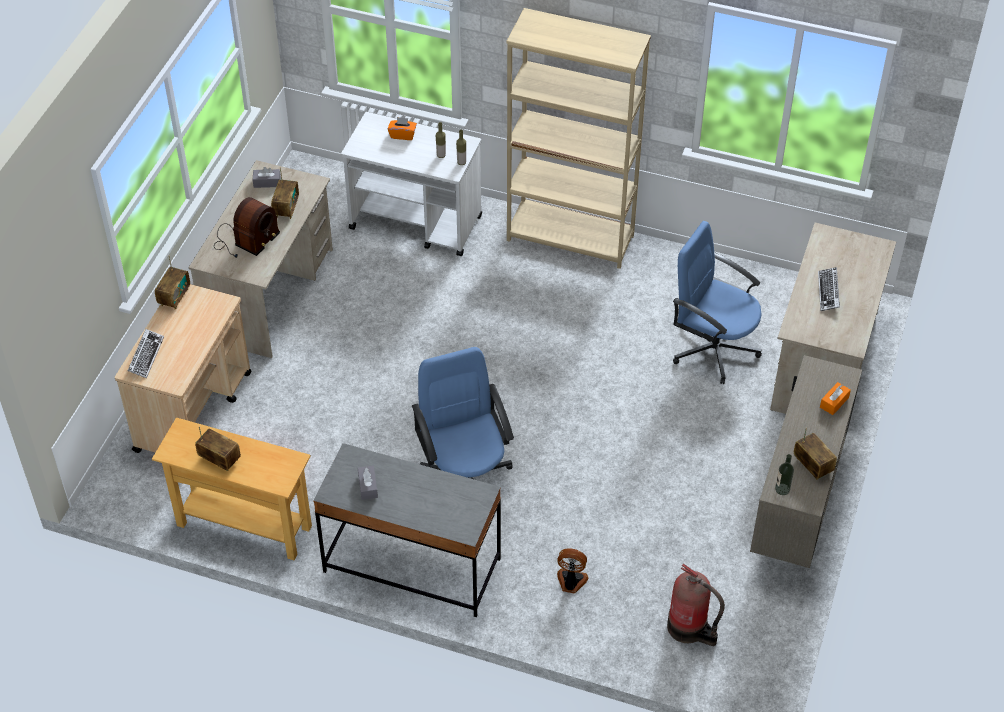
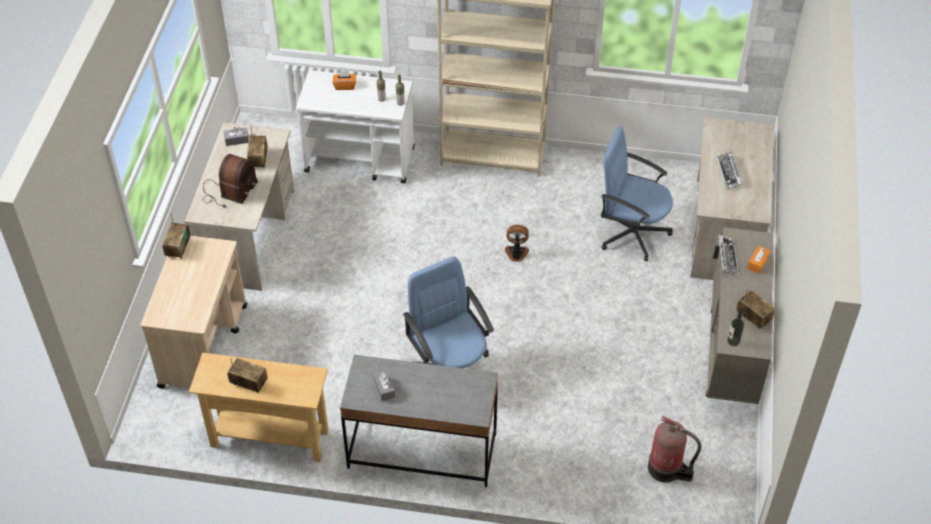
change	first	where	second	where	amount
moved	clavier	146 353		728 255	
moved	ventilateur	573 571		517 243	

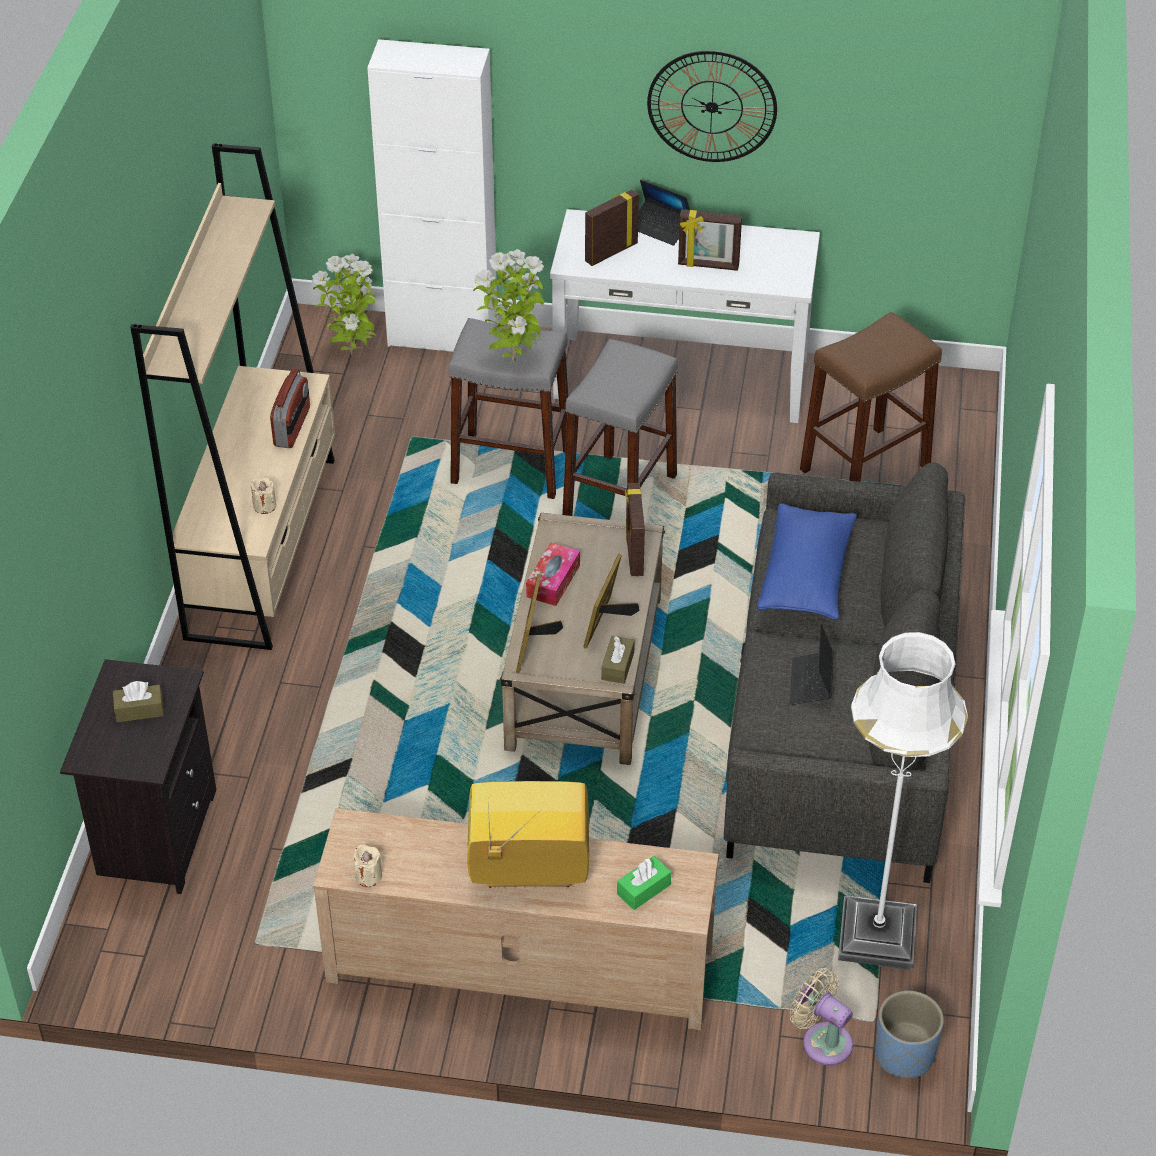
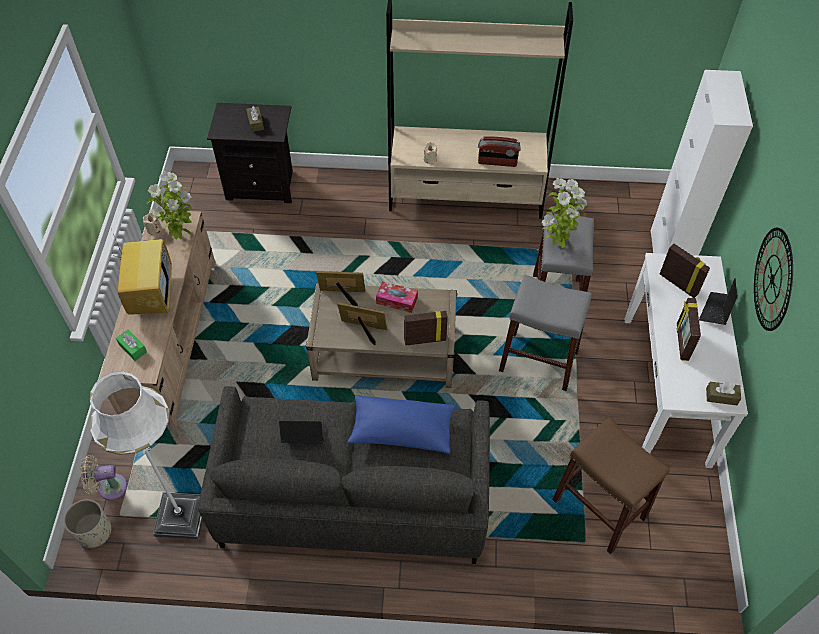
change	first	where	second	where	amount
moved	plante en pot	344 304		169 205	
moved	boîte à mouchoirs (marron)	618 660		723 393	
recoloured	cache-pot (bleu)	910 1034	cache-pot (beige)	87 523	
turned	ventilateur (beige)	821 1017		104 478	135 degrees counterclockwise

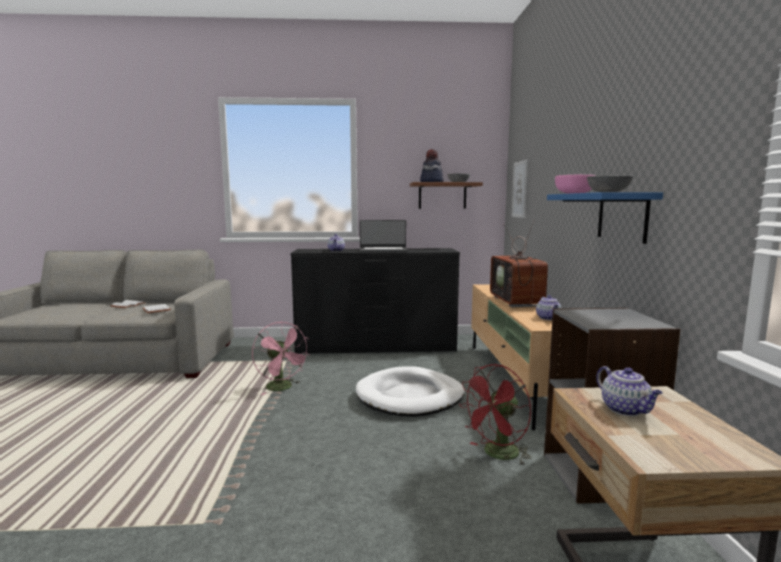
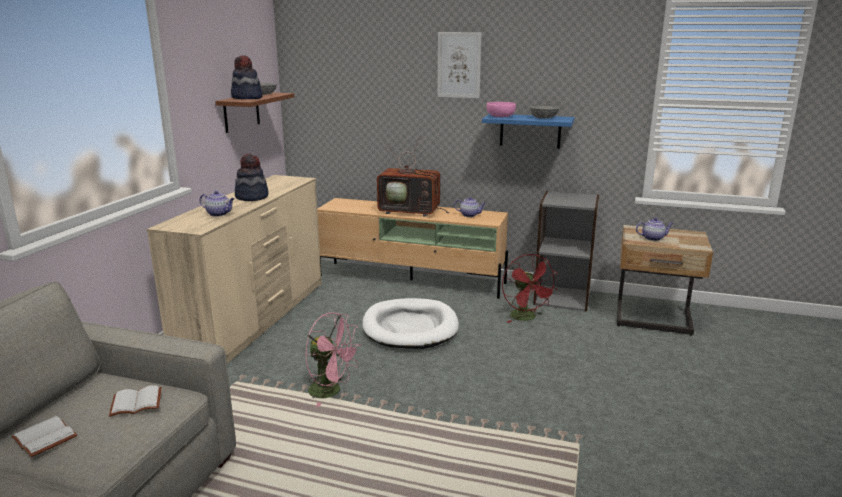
change	first	where	second	where	amount
moved	tableau	520 189		459 65	
replaced	ordinateur portable	384 236	chapeau	252 177	
recoloured	commode (noir)	375 301	commode (beige)	234 269	
turned	ventilateur (rose)	281 358		333 359	45 degrees clockwise

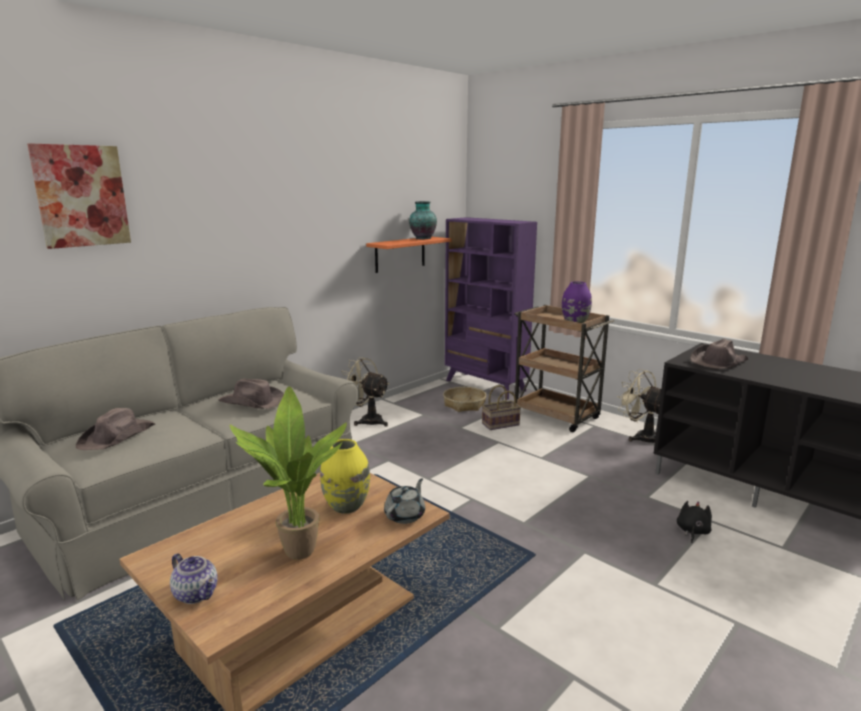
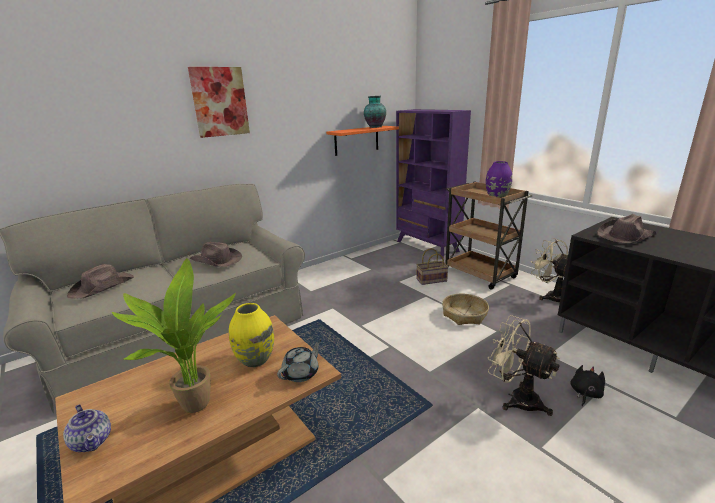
change	first	where	second	where	amount
moved	tableau	79 196		219 102	
moved	ventilateur (beige)	365 392		523 365	
moved	panier	464 399		465 309	

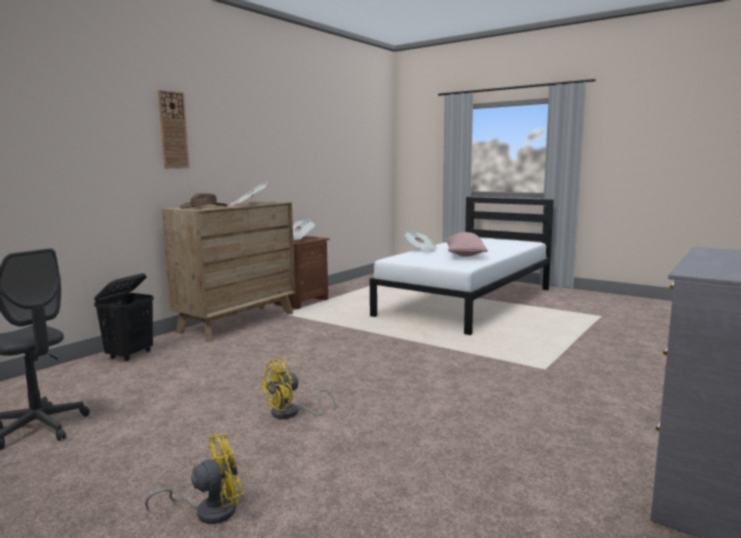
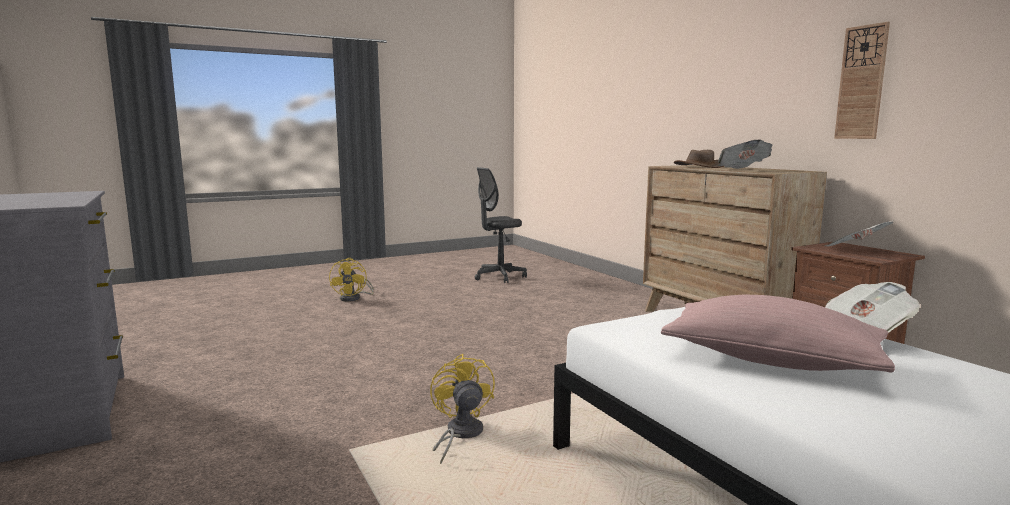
change	first	where	second	where	amount
removed	panier à linge (noir)	124 317			
moved	horloge murale	174 129		862 80	
moved	ventilateur (jaune)	297 388		462 408	

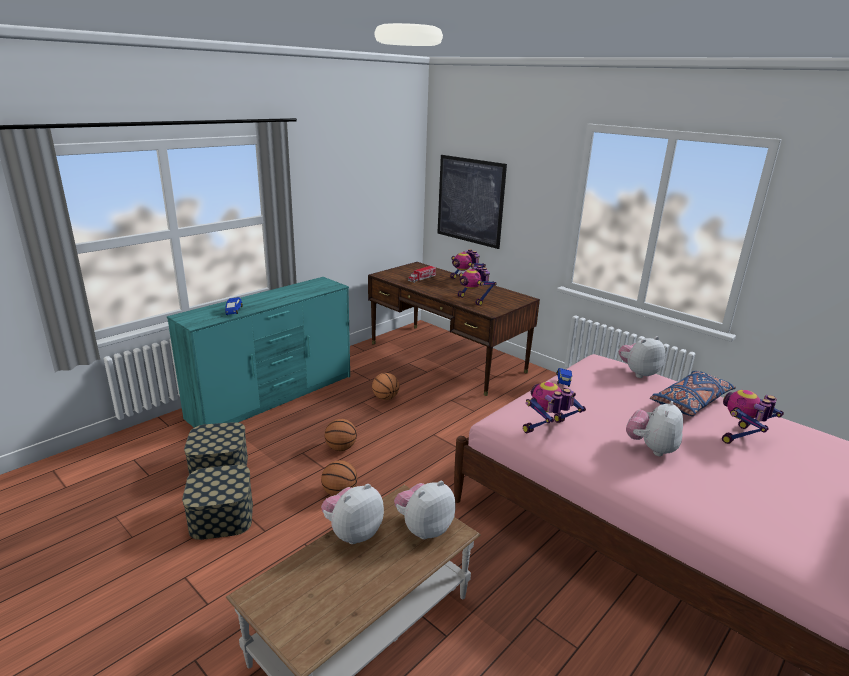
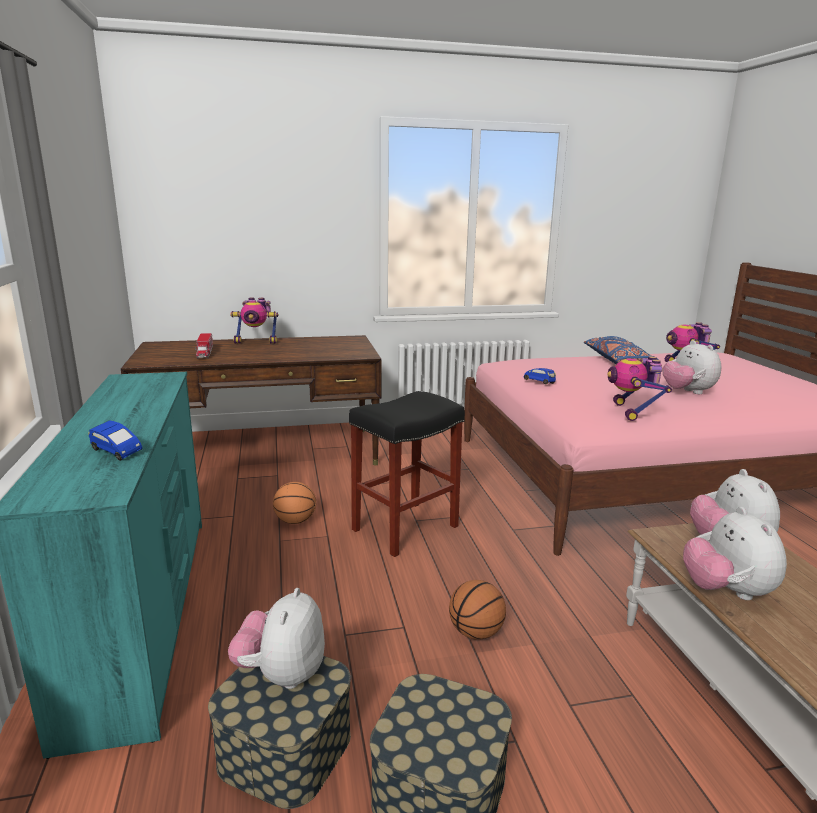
change	first	where	second	where	amount
removed	ballon de basket	341 435			
removed	tableau	472 202			
removed	robot jouet	477 286			
added			tabouret (noir)	407 474	
moved	peluche	642 357		276 638	

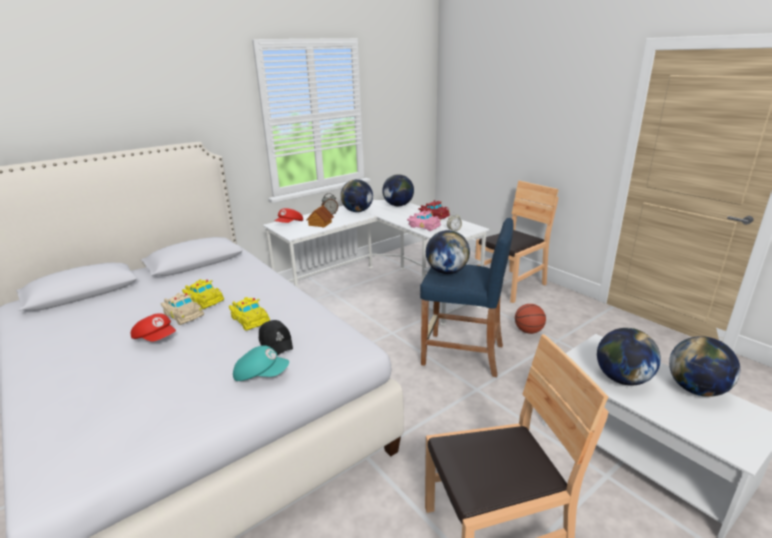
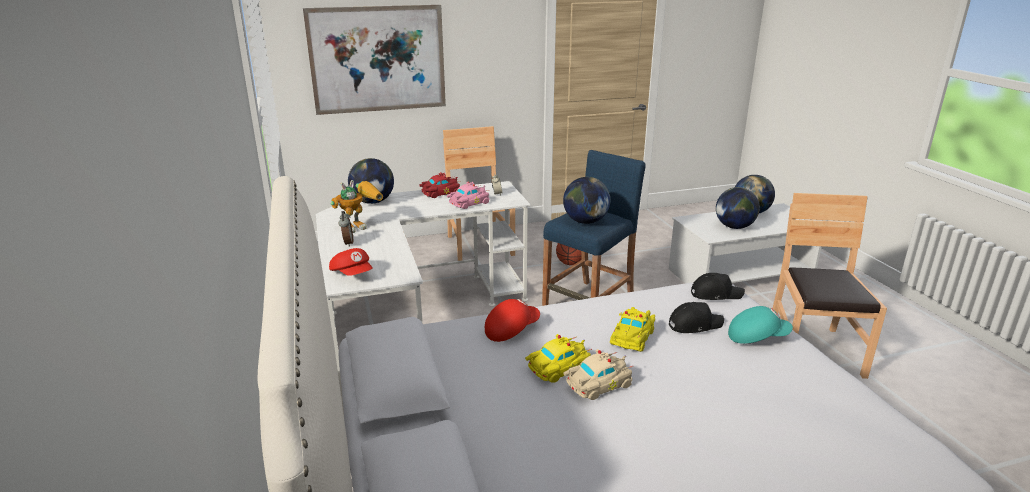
change	first	where	second	where	amount
removed	maison miniature	320 216			
added			tableau	374 60	
added			casquette (noir)	718 286	
moved	casquette (rouge)	153 327		512 320	
replaced	globe	356 195	robot jouet	357 206	
turned	petite voiture (jaune)	249 314		632 329	135 degrees clockwise
turned	casquette (turquoise)	261 363		760 325	60 degrees clockwise

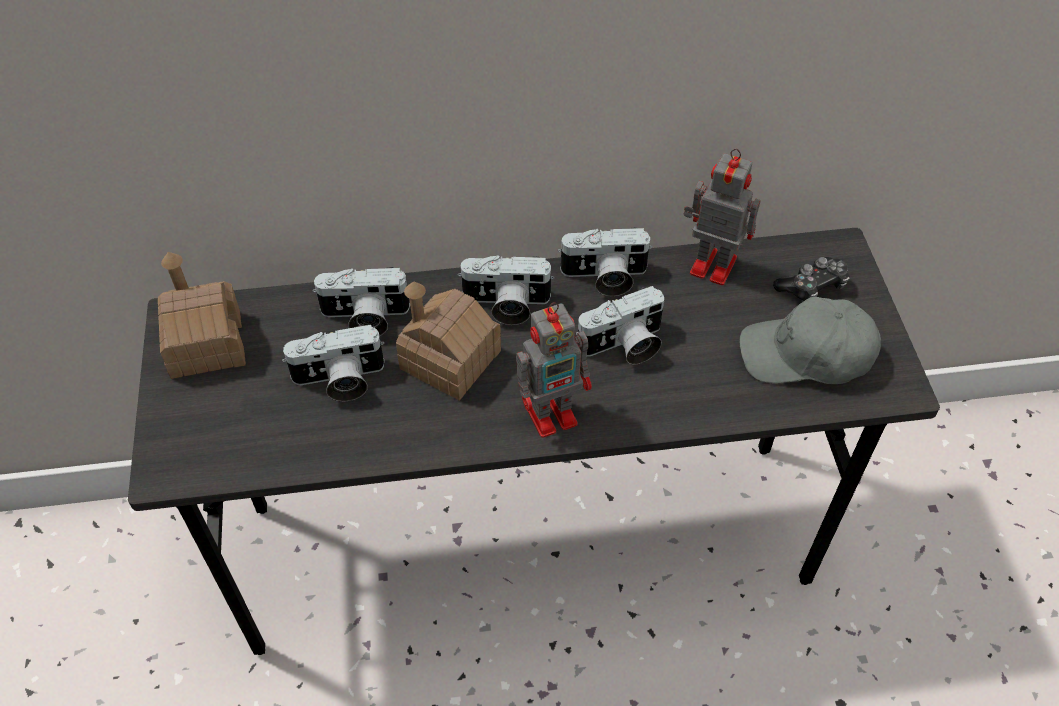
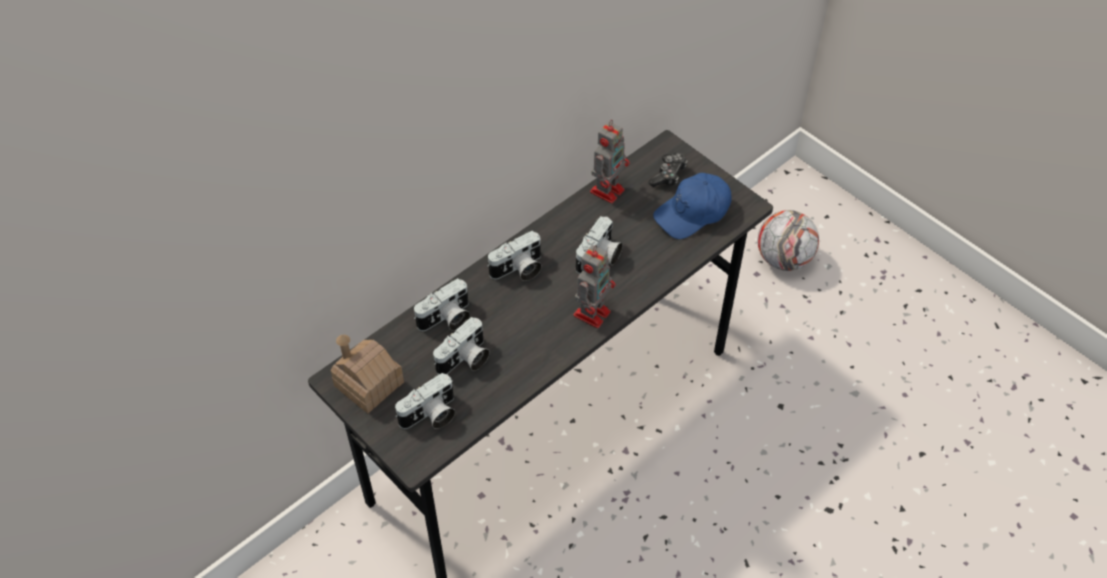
change	first	where	second	where	amount
removed	maison miniature	448 341			
added			ballon de foot	788 240	
moved	appareil photo	605 261		425 401	
recoloured	casquette (gris)	810 340	casquette (bleu)	692 206	
turned	robot jouet	722 217		610 162	135 degrees clockwise

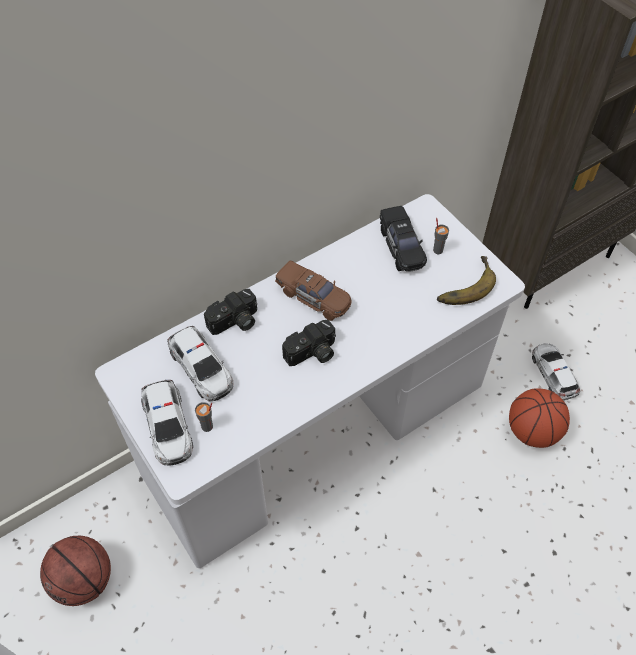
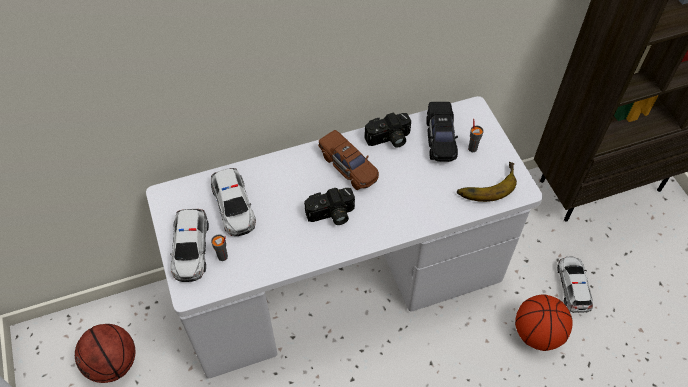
change	first	where	second	where	amount
moved	appareil photo	230 312		387 130	

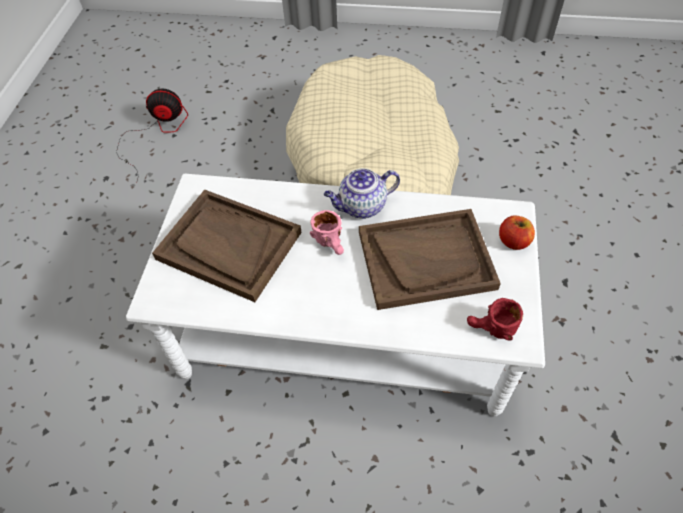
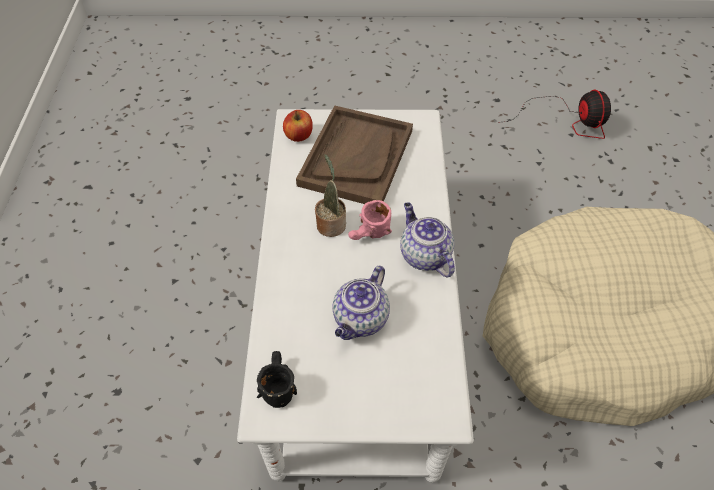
change	first	where	second	where	amount
added			plante en pot	330 195	
moved	pomme	517 233		298 126	
replaced	plateau (marron)	430 259	théière	361 303	
recoloured	mug (rouge)	495 319	mug (noir)	277 379	

